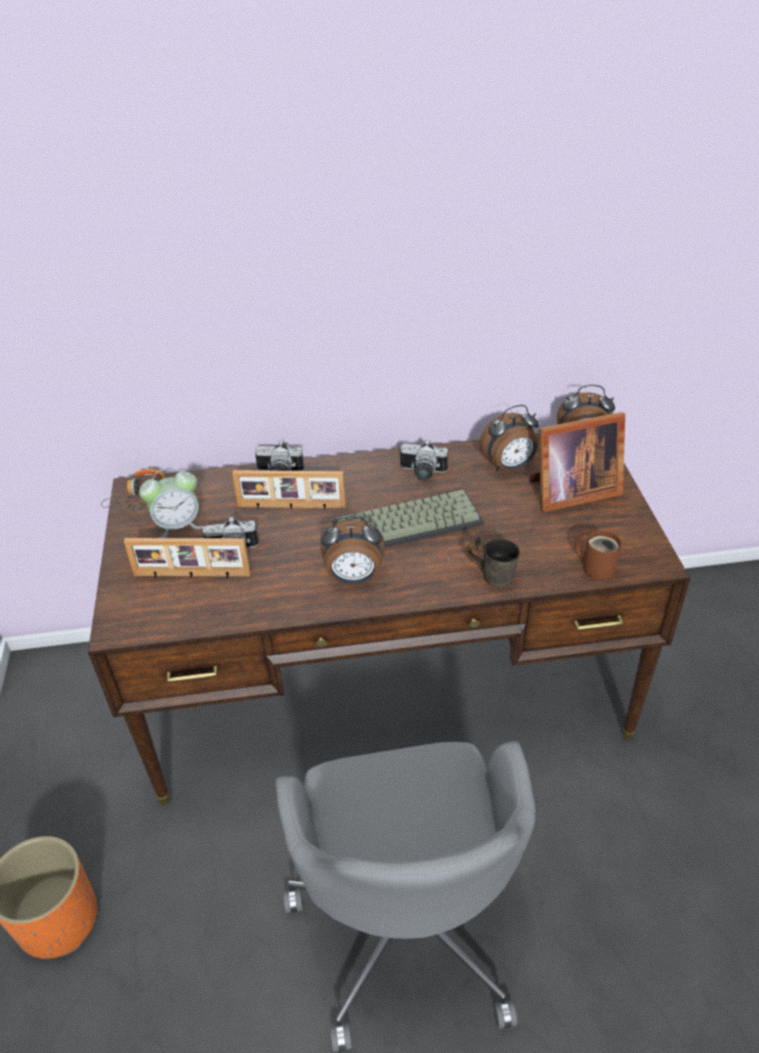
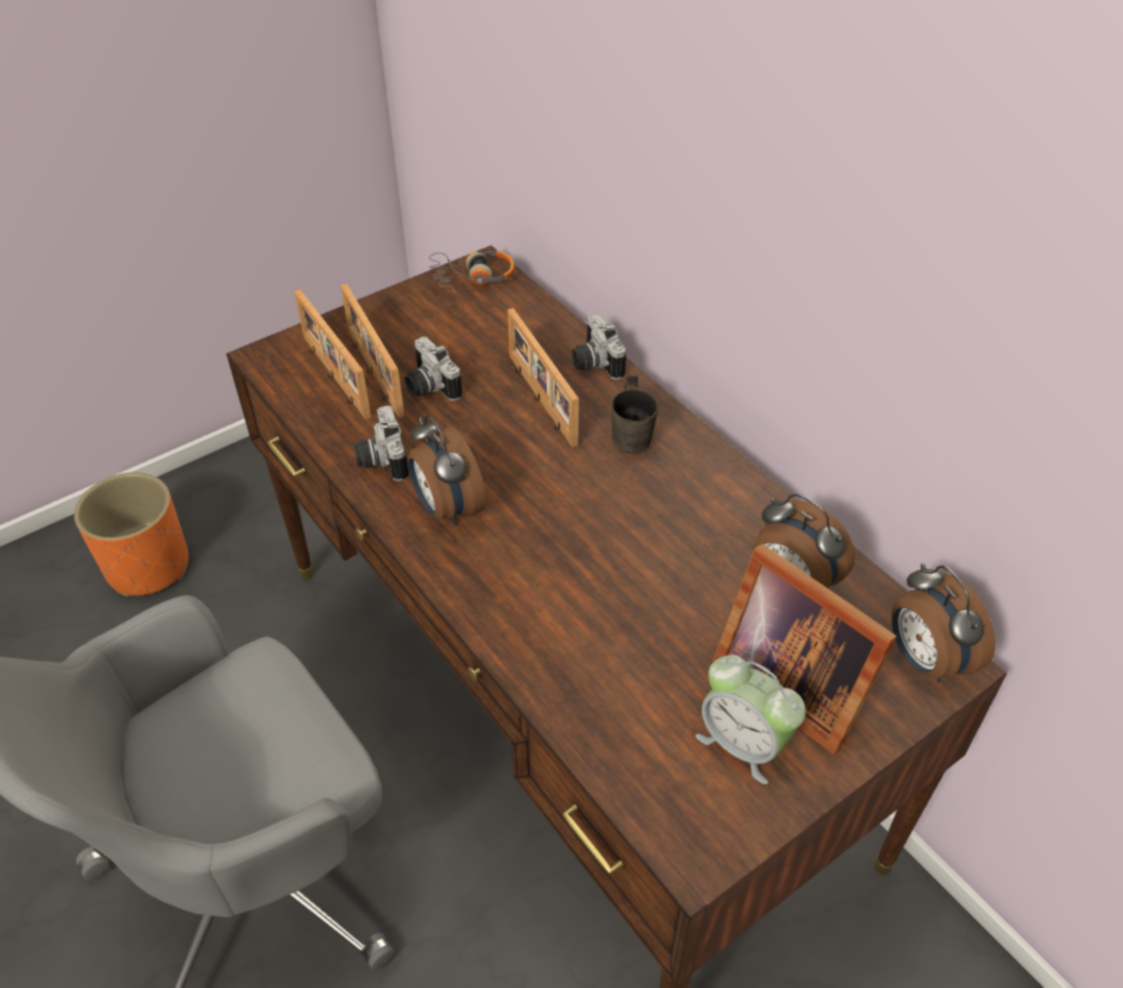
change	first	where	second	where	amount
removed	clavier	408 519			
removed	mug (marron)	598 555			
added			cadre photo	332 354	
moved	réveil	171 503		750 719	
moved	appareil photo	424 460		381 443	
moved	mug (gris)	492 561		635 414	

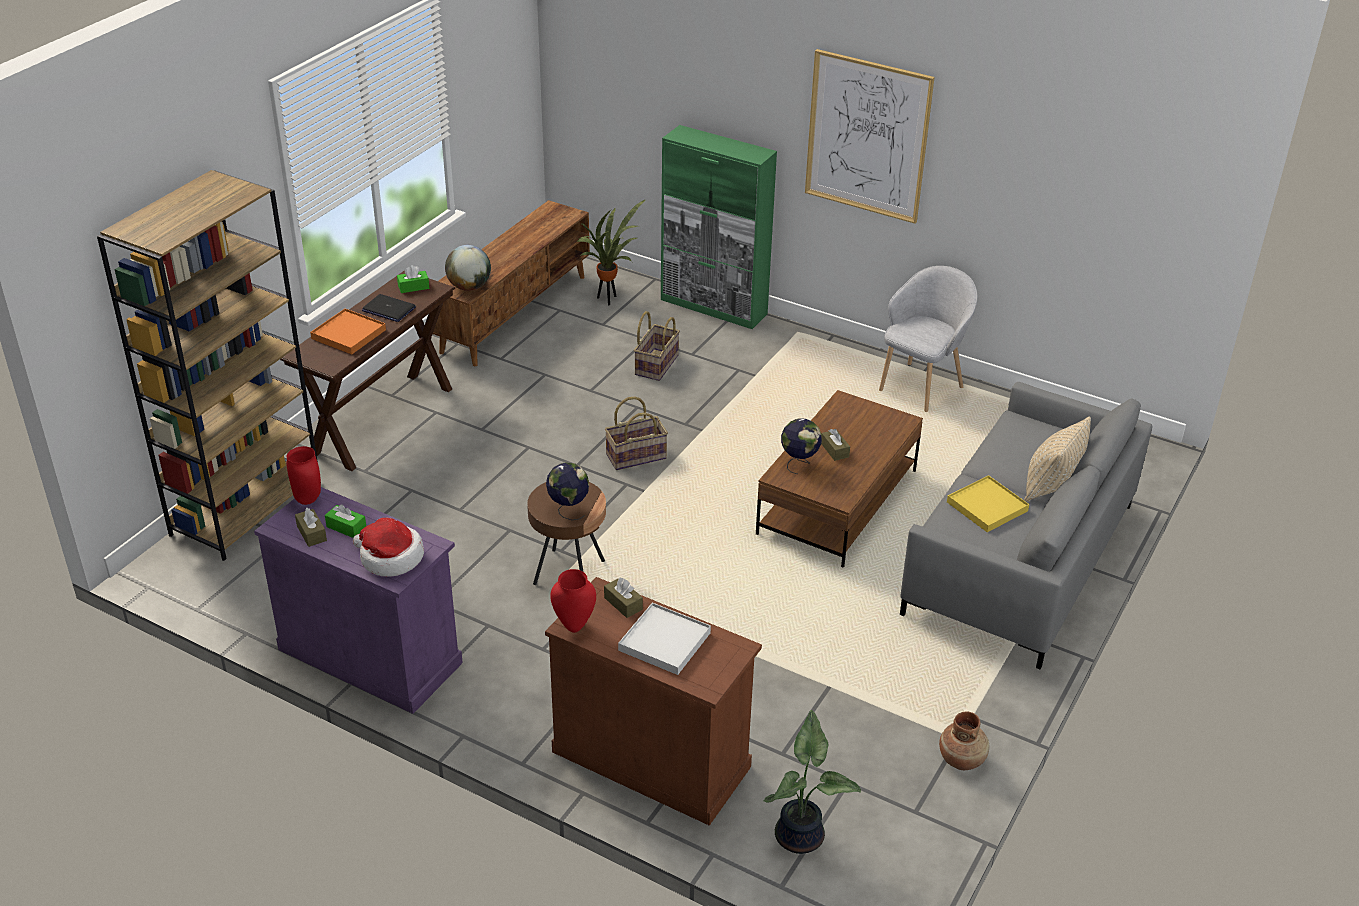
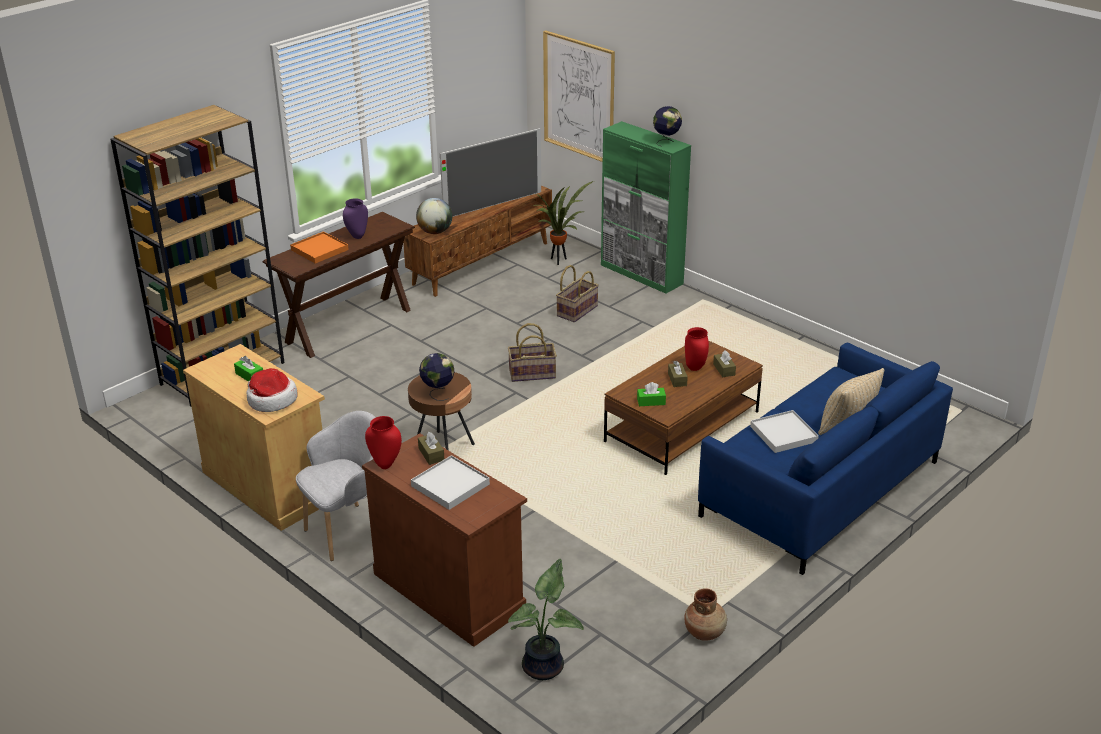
change	first	where	second	where	amount
added			téléviseur	490 172	
moved	vase (rouge)	303 475		697 349	
moved	boîte à mouchoirs (marron)	311 527		724 363	
moved	boîte à mouchoirs (vert)	413 279		651 394	
moved	globe	801 446		667 126	
moved	tableau	870 136		579 96	
moved	fauteuil (gris)	928 339		336 486	
replaced	ordinateur portable	389 308	vase (violet)	355 219	
recoloured	meuble de rangement (violet)	358 600	meuble de rangement (beige)	254 437	
recoloured	canapé (gris)	1026 525	canapé (bleu)	825 459	
recoloured	plateau (jaune)	988 503	plateau (blanc)	784 431	

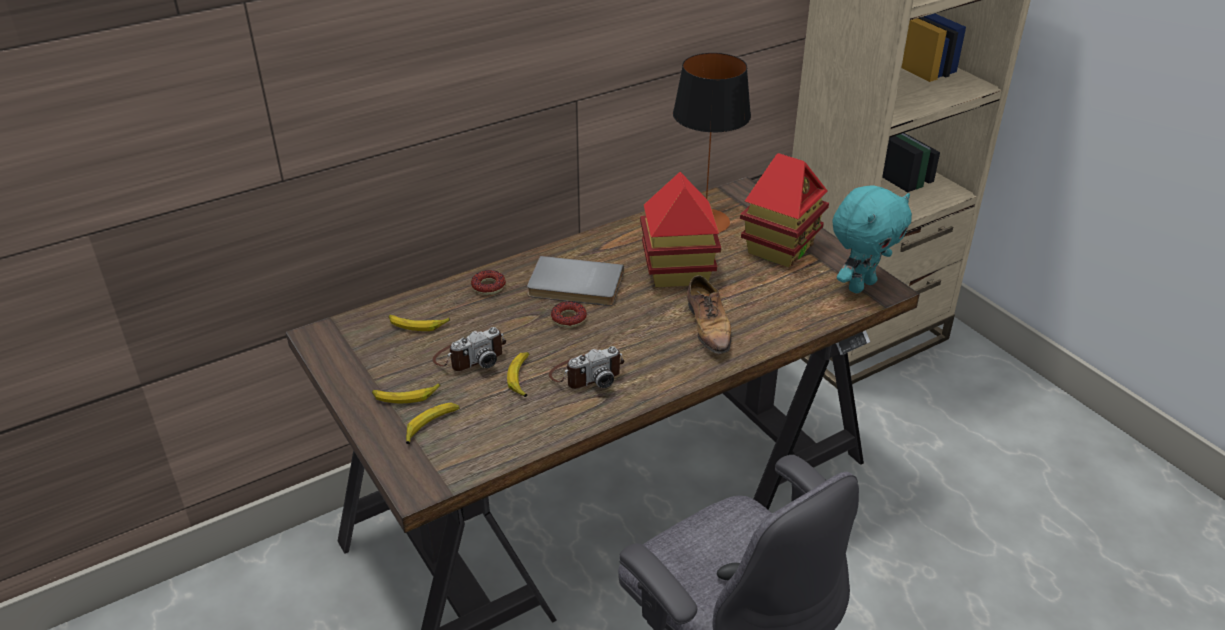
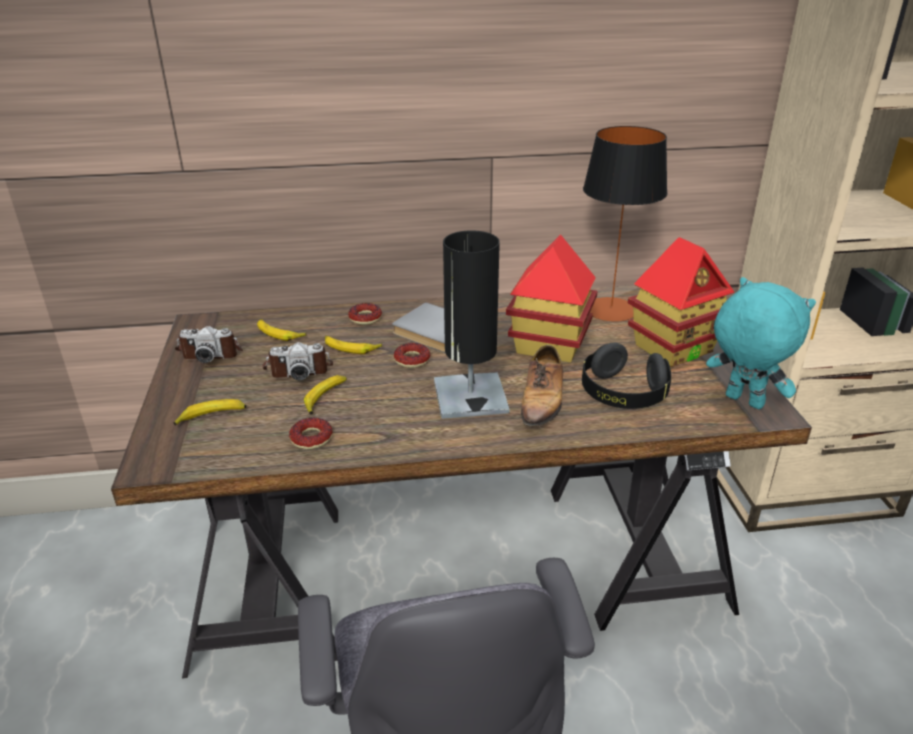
change	first	where	second	where	amount
added			beignet	310 434	
added			lampe de table (noir)	472 324	
added			casque audio (noir)	626 376	
moved	banane	406 393		353 345	
moved	appareil photo	586 367		209 344	
turned	peluche (turquoise)	872 239		761 343	120 degrees counterclockwise

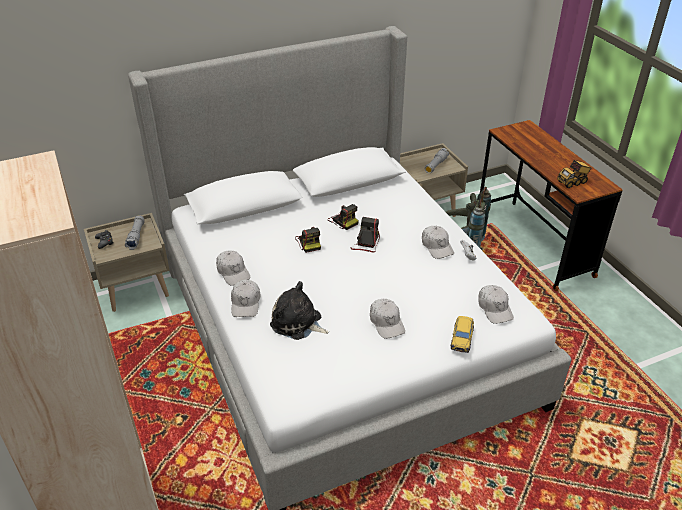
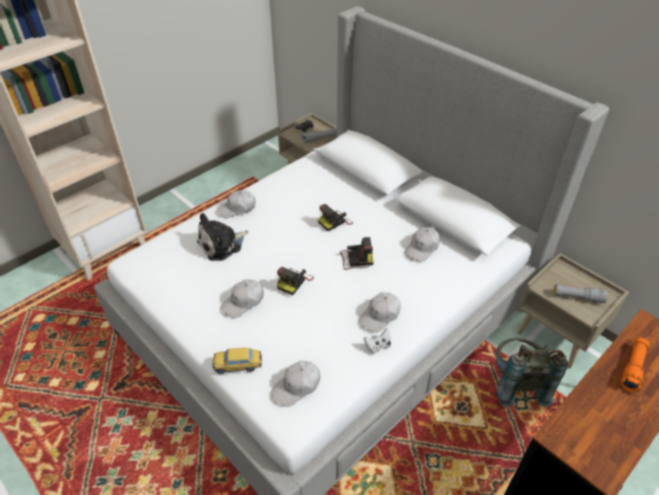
change	first	where	second	where	amount
removed	camion jouet	574 174			
added			lampe de poche (orange)	635 365	
moved	casquette (blanc)	233 267		422 244	
moved	appareil photo	343 217		295 281	
turned	peluche	299 310		222 237	135 degrees counterclockwise

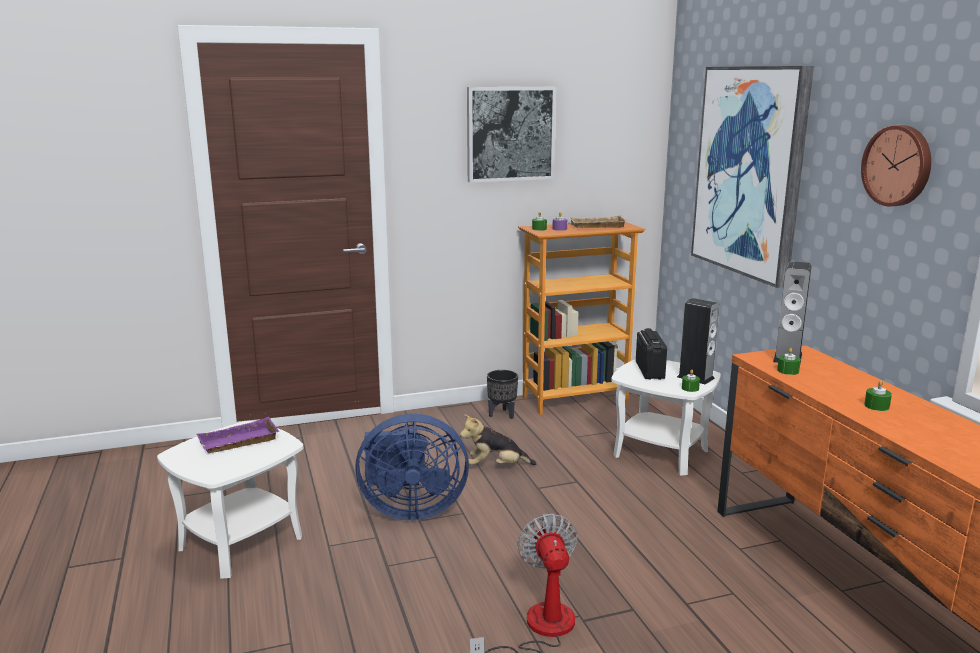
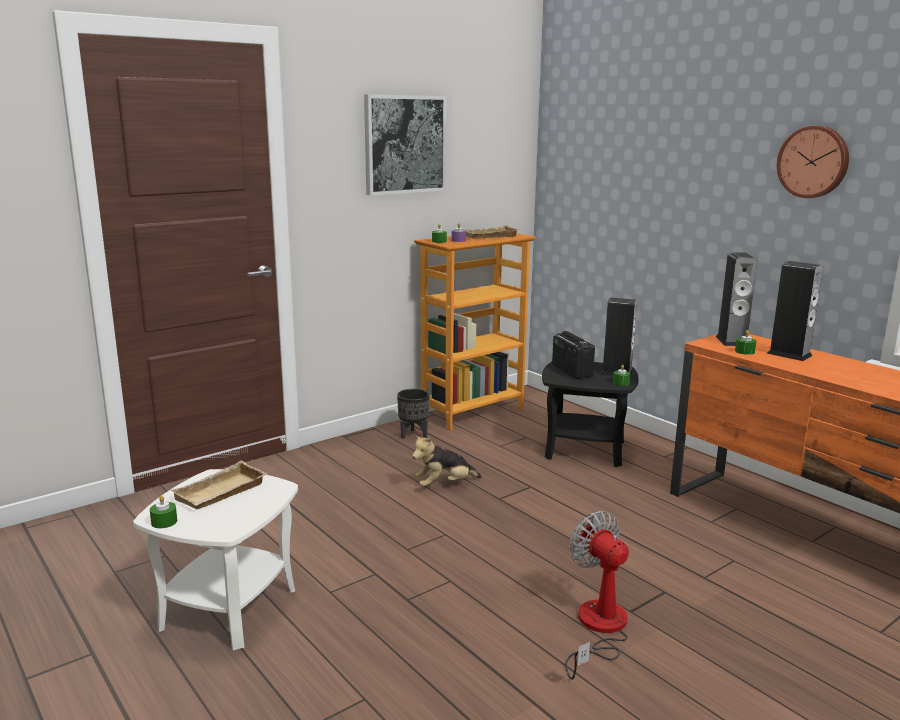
change	first	where	second	where	amount
removed	ventilateur (bleu)	412 467			
removed	tableau	752 177			
added			enceinte	795 311	
moved	bougie (vert)	878 396		163 511	
recoloured	plateau (violet)	238 435	plateau (beige)	219 485	
recoloured	table d'appoint (blanc)	666 417	table d'appoint (noir)	590 414	

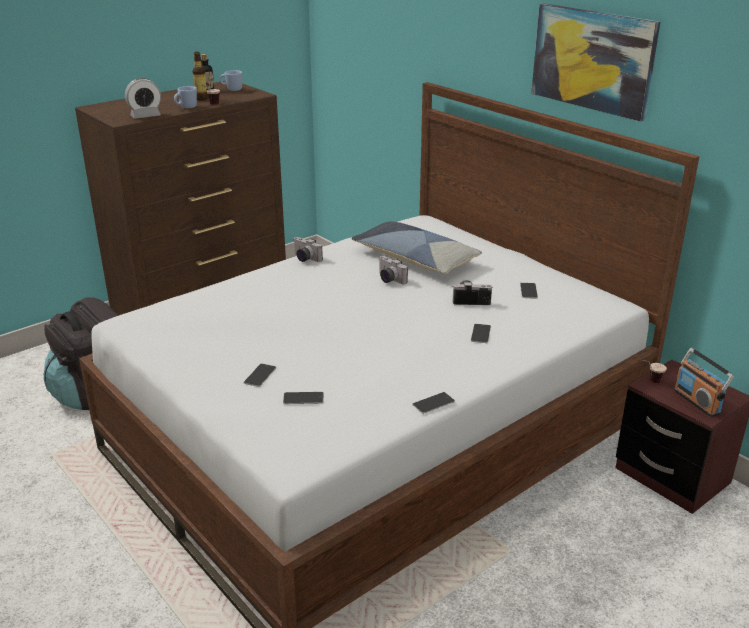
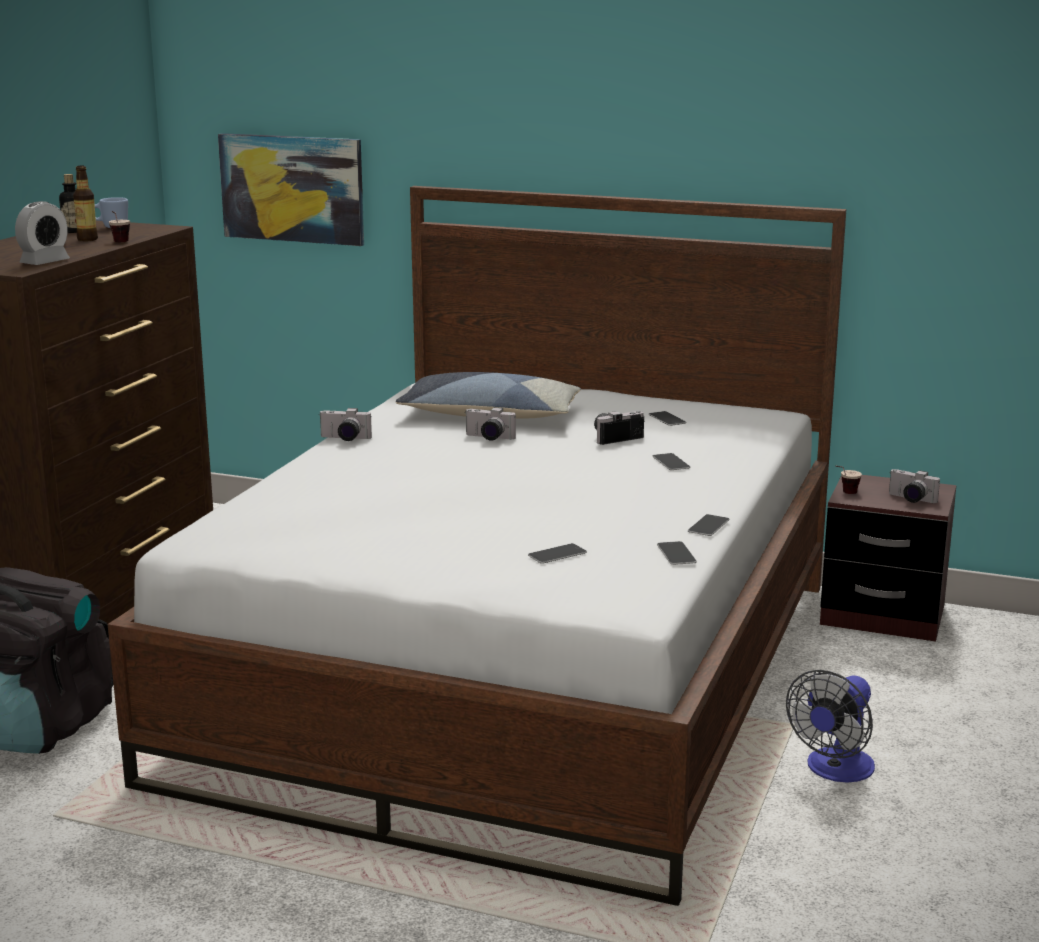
change	first	where	second	where	amount
removed	mug (bleu)	185 97			
added			ventilateur	830 726	
moved	téléphone	260 375		677 553	
moved	tableau	595 62		291 189	
replaced	radio	704 382	appareil photo	914 486	

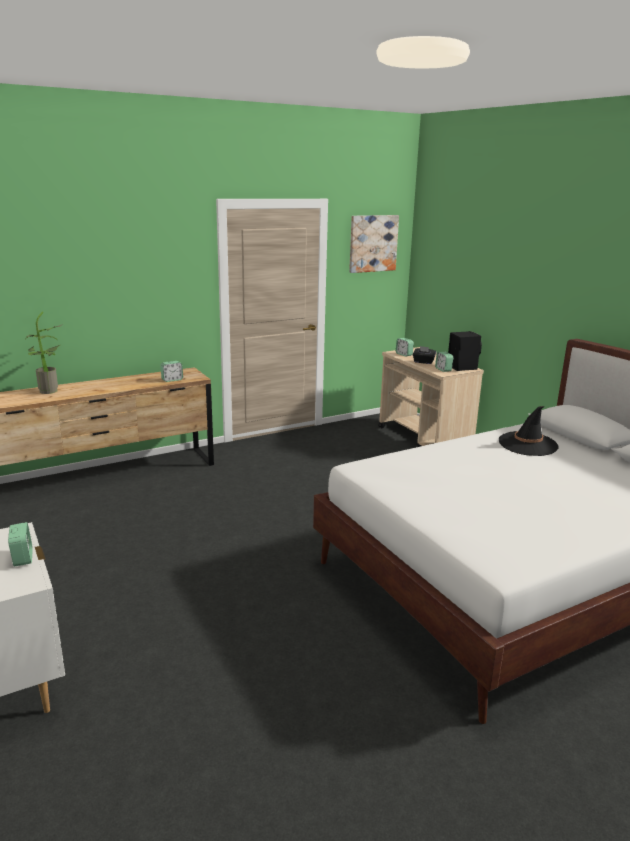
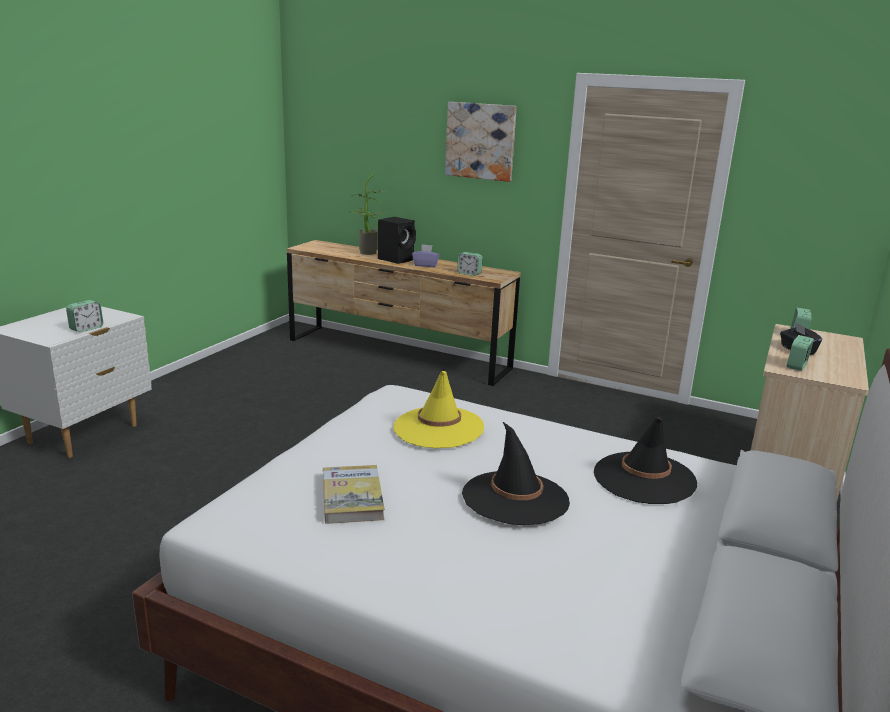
change	first	where	second	where	amount
added			livre	354 494	
added			chapeau (jaune)	438 409	
added			boîte à mouchoirs (violet)	426 255	
added			chapeau (noir)	516 473	
moved	tableau	374 244		481 142	
moved	enceinte (noir)	465 351		397 240	

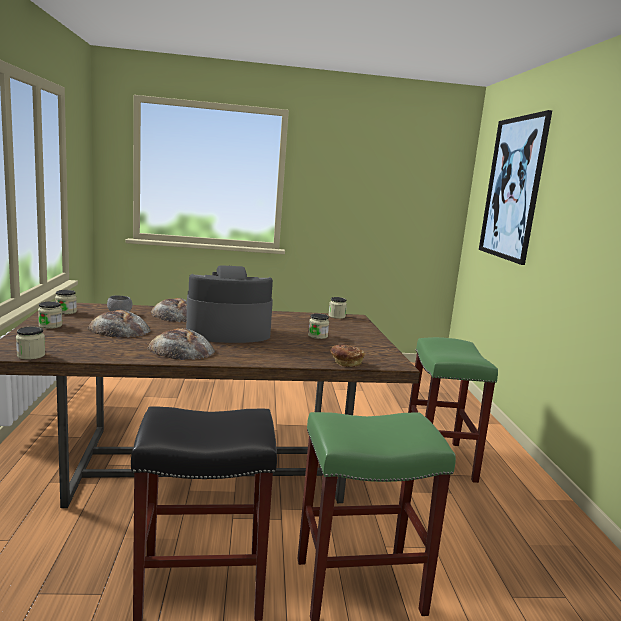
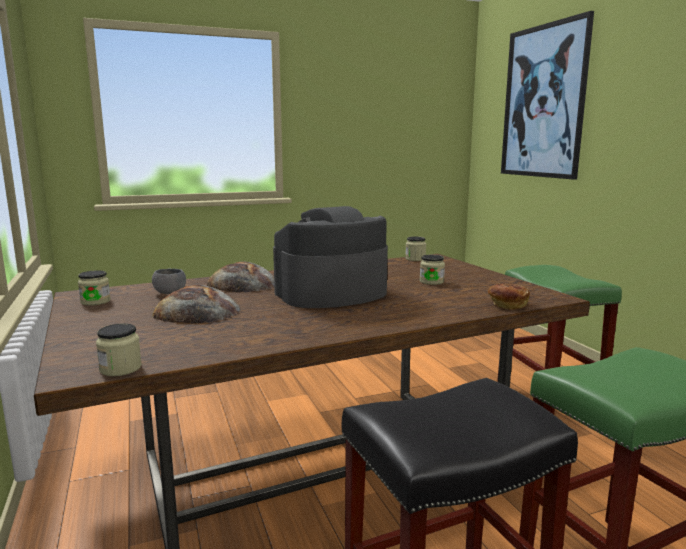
change	first	where	second	where	amount
removed	bocal	50 315			
removed	pain	181 344			

